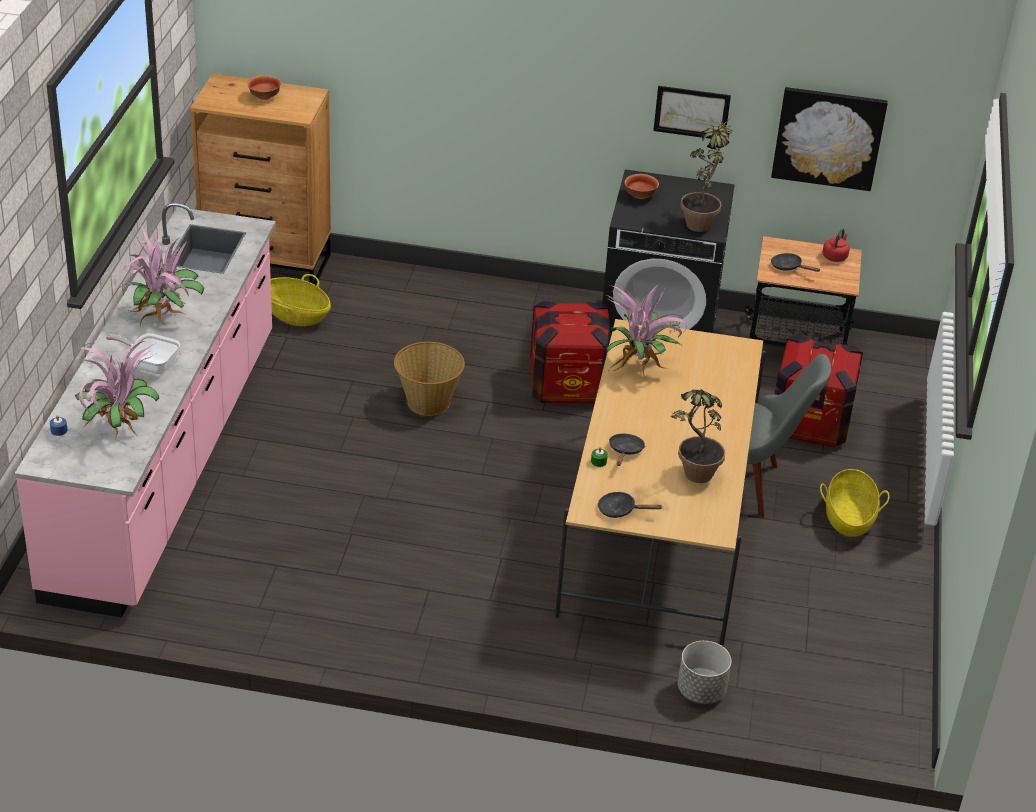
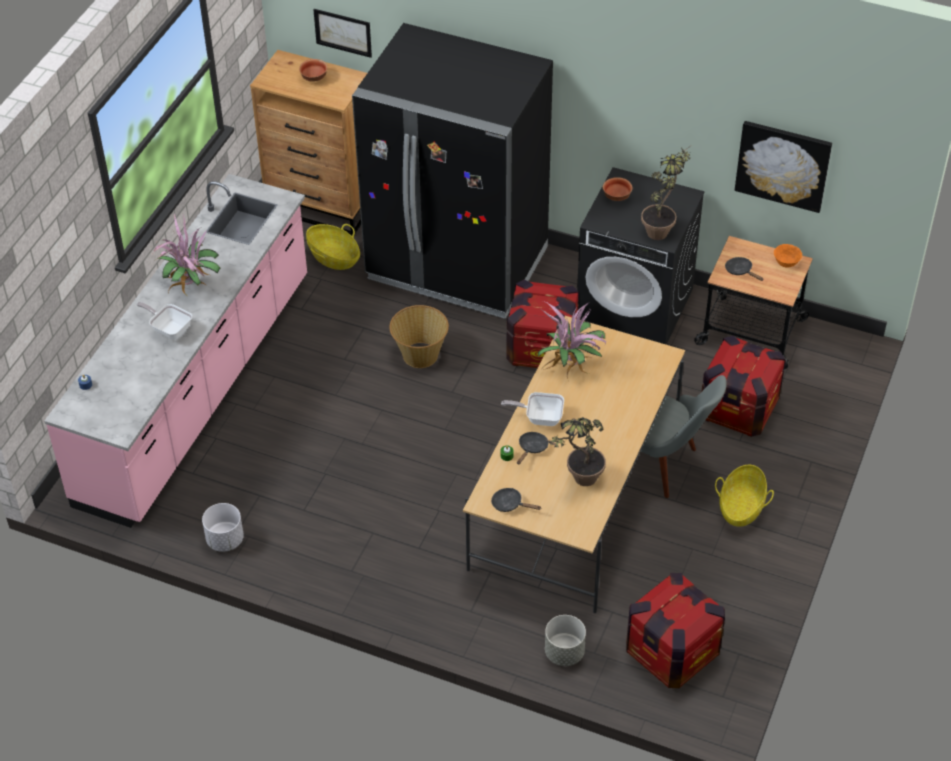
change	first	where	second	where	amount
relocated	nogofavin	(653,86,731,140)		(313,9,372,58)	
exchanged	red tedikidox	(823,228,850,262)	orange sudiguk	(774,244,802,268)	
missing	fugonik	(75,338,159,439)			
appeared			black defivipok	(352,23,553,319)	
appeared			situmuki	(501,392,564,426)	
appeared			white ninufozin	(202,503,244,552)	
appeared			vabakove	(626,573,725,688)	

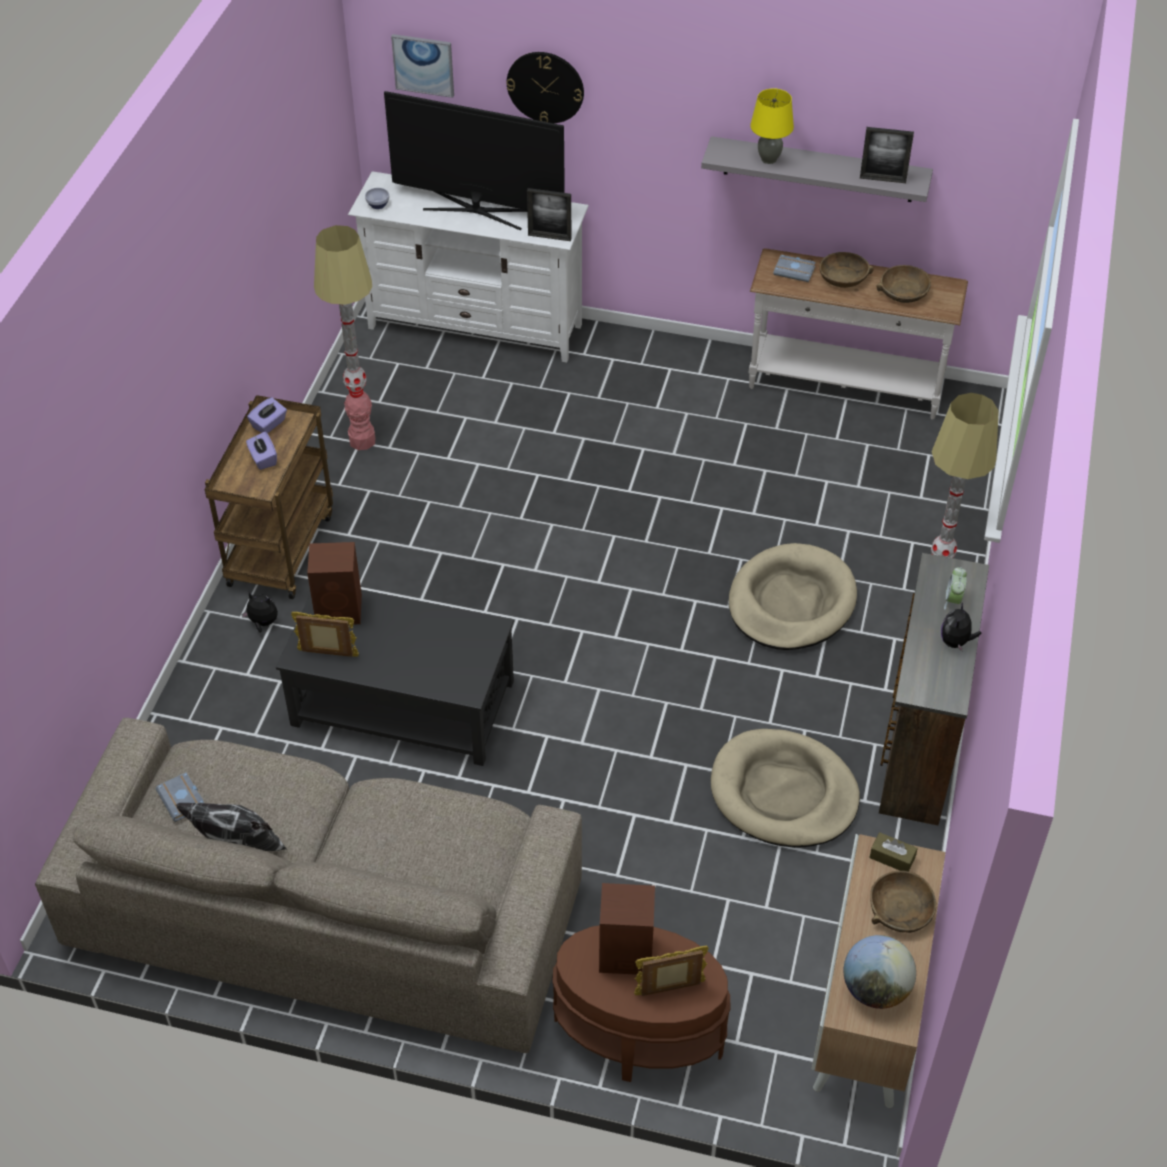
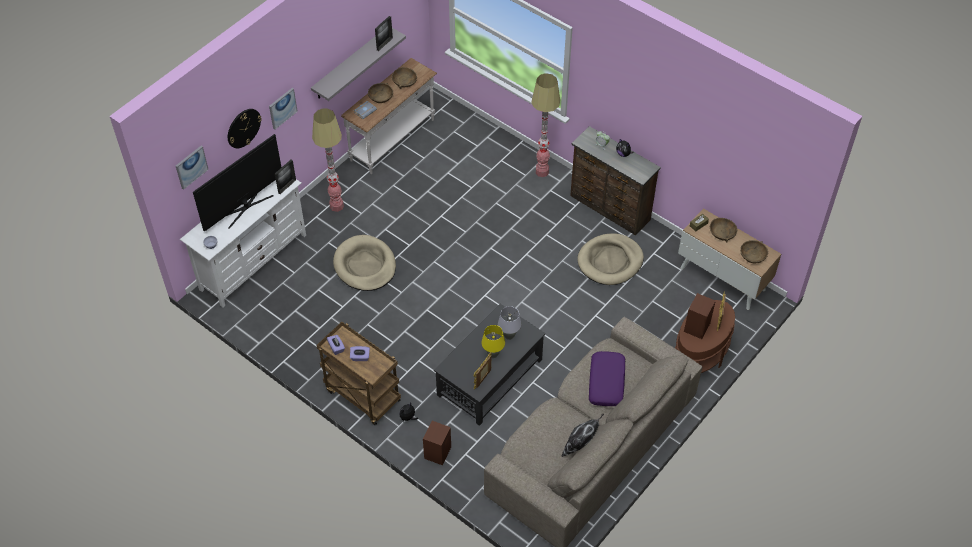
change	first	where	second	where	amount
relocated	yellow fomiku	(750,89,794,164)		(481,325,505,358)	
relocated	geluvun	(314,225,376,450)		(312,109,344,212)	
relocated	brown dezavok	(307,542,362,625)		(423,421,451,465)	
relocated	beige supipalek	(729,543,857,650)		(333,235,396,291)	
missing	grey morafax	(155,772,204,822)			
exchanged	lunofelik	(843,935,916,1009)	brown sudiguk	(740,240,768,263)	
appeared			nogofavin	(269,88,298,130)	
appeared			grey fomiku	(498,306,521,340)	
appeared			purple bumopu	(589,351,625,406)	

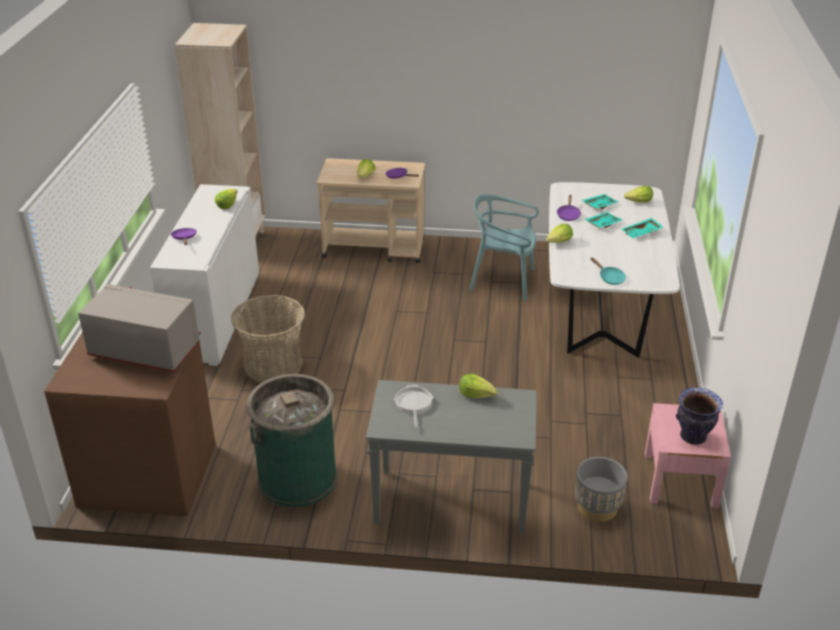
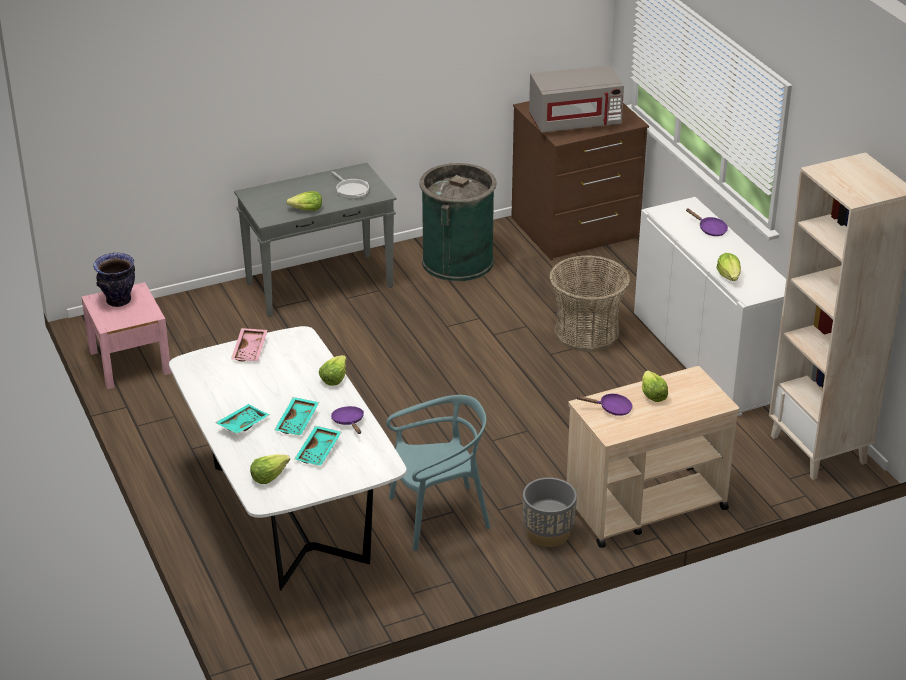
change	first	where	second	where	amount
exchanged	turquoise situmuki	(590,257,626,285)	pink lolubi	(231,328,268,362)	
relocated	grey ninufozin	(575,457,628,522)		(523,477,577,547)	

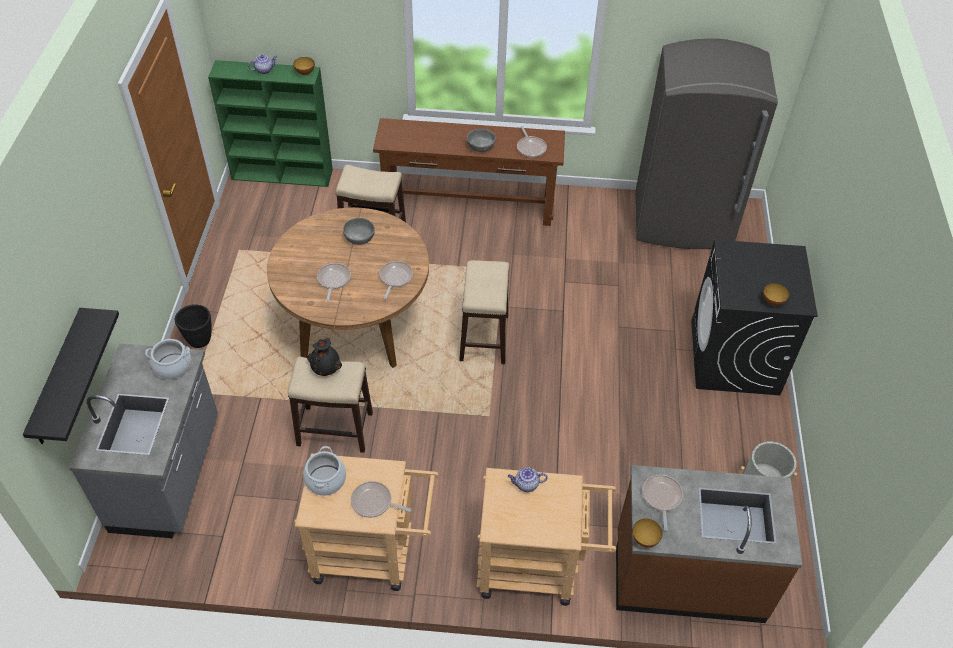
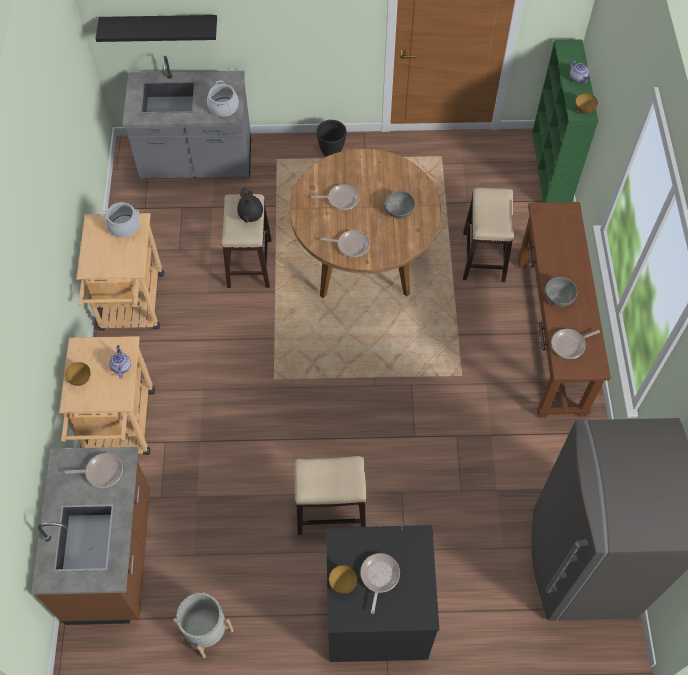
change	first	where	second	where	amount
relocated	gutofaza	(459,260,509,364)		(294,456,366,535)	
relocated	situmuki	(351,481,412,518)		(360,553,400,614)	
relocated	sudiguk	(632,519,663,547)		(65,362,91,386)	

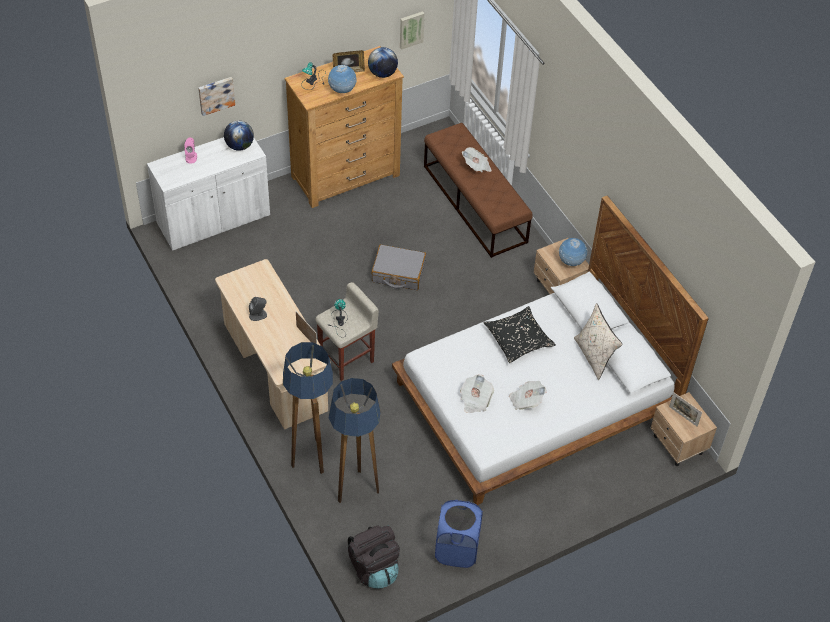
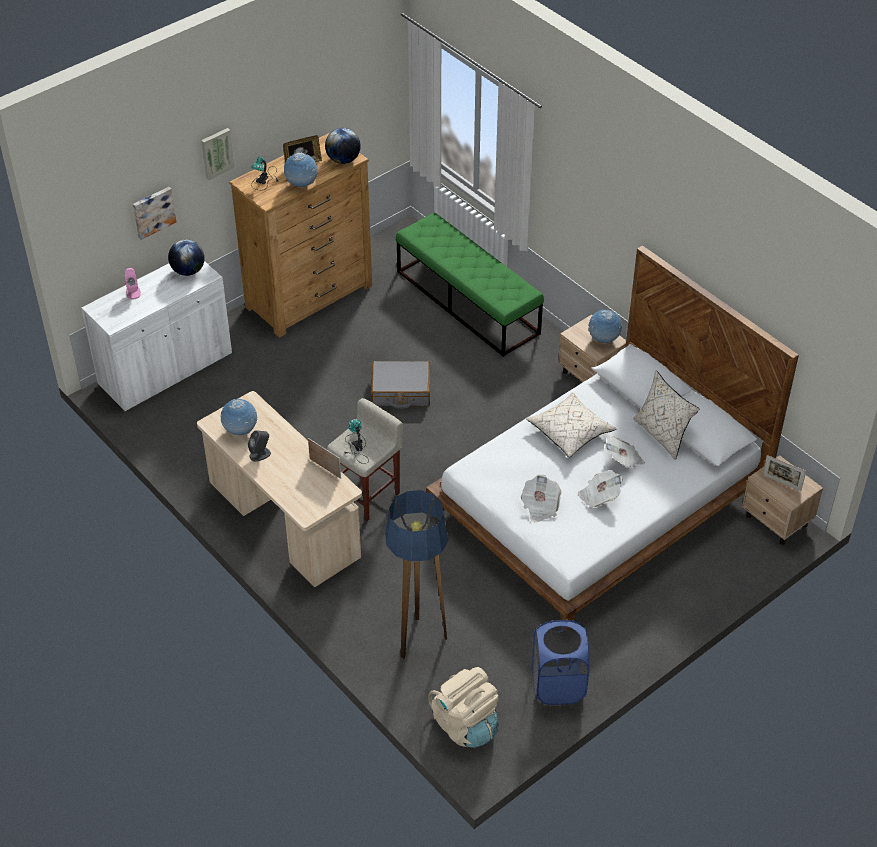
change	first	where	second	where	amount
relocated	nogofavin	(400,11,425,50)		(201,128,235,180)	
colour	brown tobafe	(424,123,533,258)	green tobafe	(396,213,544,357)	
relocated	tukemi	(462,147,492,172)		(604,436,645,468)	
colour	black bumopu	(484,306,556,363)	beige bumopu	(526,392,616,458)	
missing	geluvun	(283,342,333,474)			
colour	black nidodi	(348,525,400,589)	beige nidodi	(428,667,498,748)	
appeared			lunofelik	(220,398,258,435)	

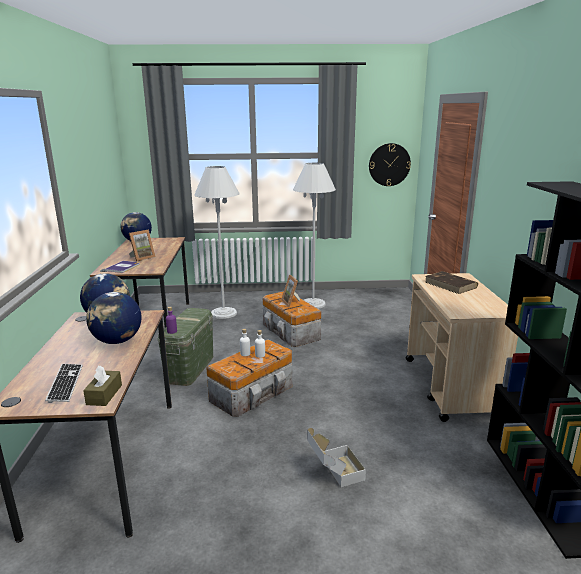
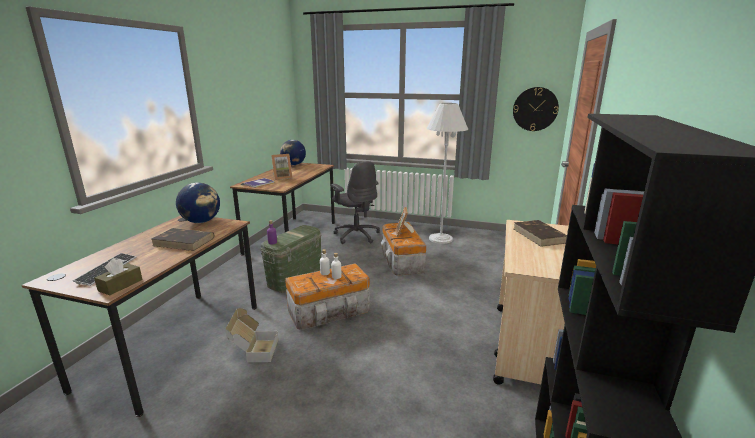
change	first	where	second	where	amount
exchanged	white geluvun	(194,166,240,319)	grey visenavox	(330,161,380,244)	
exchanged	lunofelik	(86,292,142,344)	brown morafax	(152,228,214,251)	
relocated	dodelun	(307,428,366,487)		(225,308,278,362)	

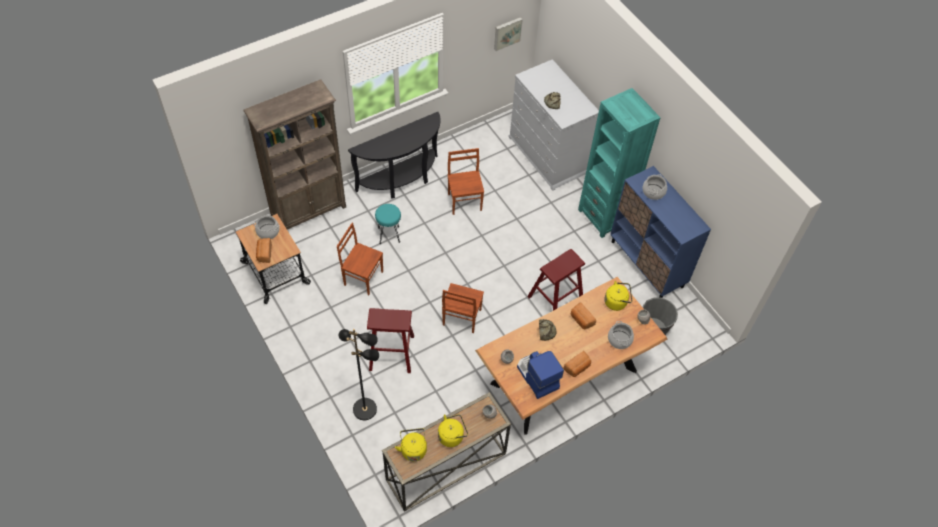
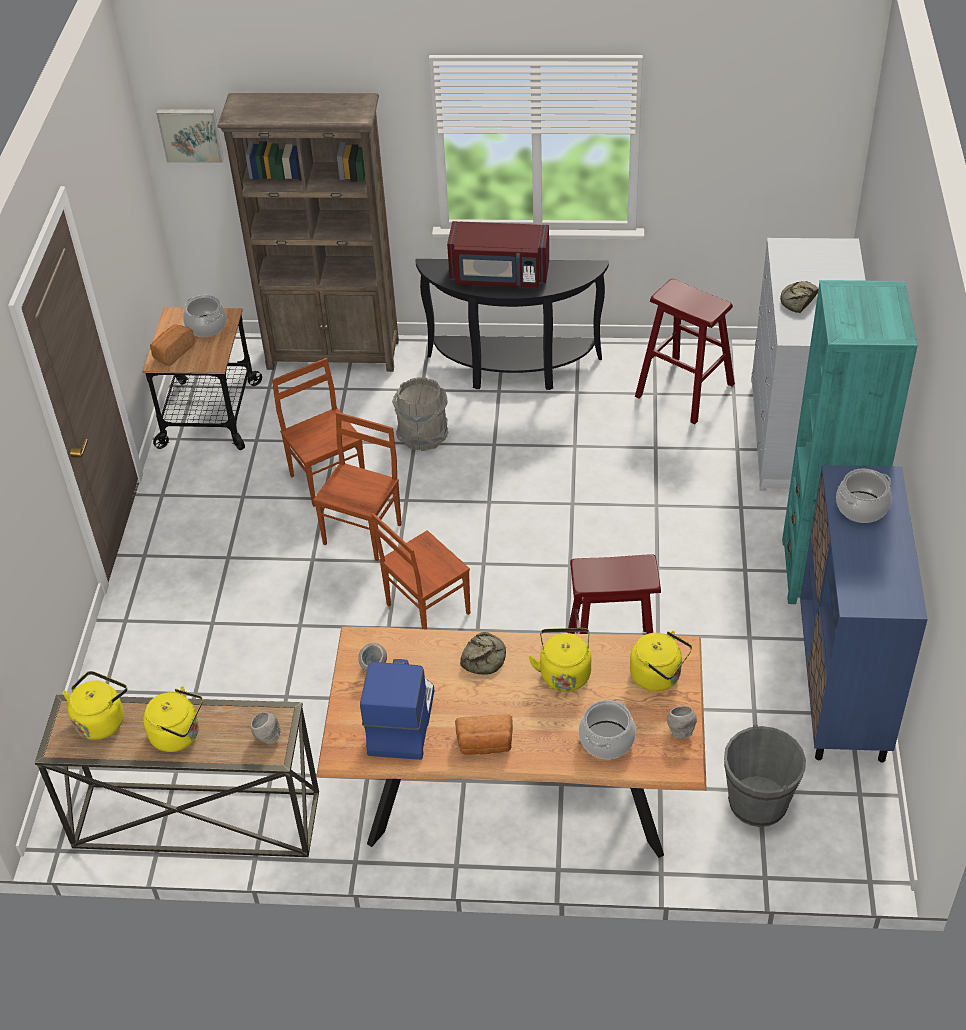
change	first	where	second	where	amount
relocated	nogofavin	(494,17,523,51)		(156,109,224,163)	
relocated	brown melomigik	(448,148,484,215)		(313,412,402,561)	
exchanged	turquoise gutofaza	(375,204,401,244)	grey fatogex	(392,377,449,451)	
exchanged	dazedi	(570,302,596,330)	yellow tedikidox	(529,628,591,692)	
relocated	red gutofaza	(367,308,414,373)		(635,279,735,424)	
missing	black geluvun	(339,329,379,420)			
appeared			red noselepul	(447,221,549,288)	

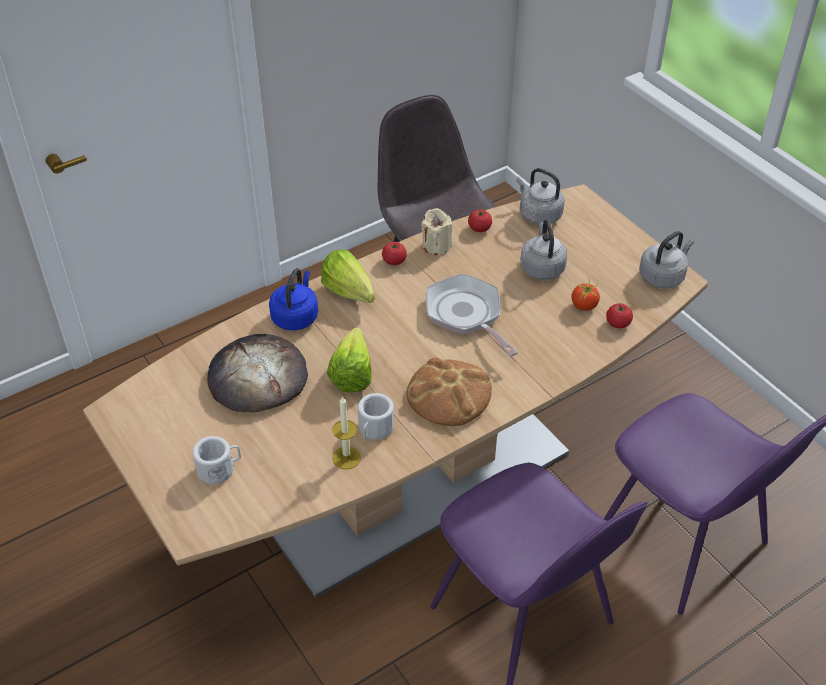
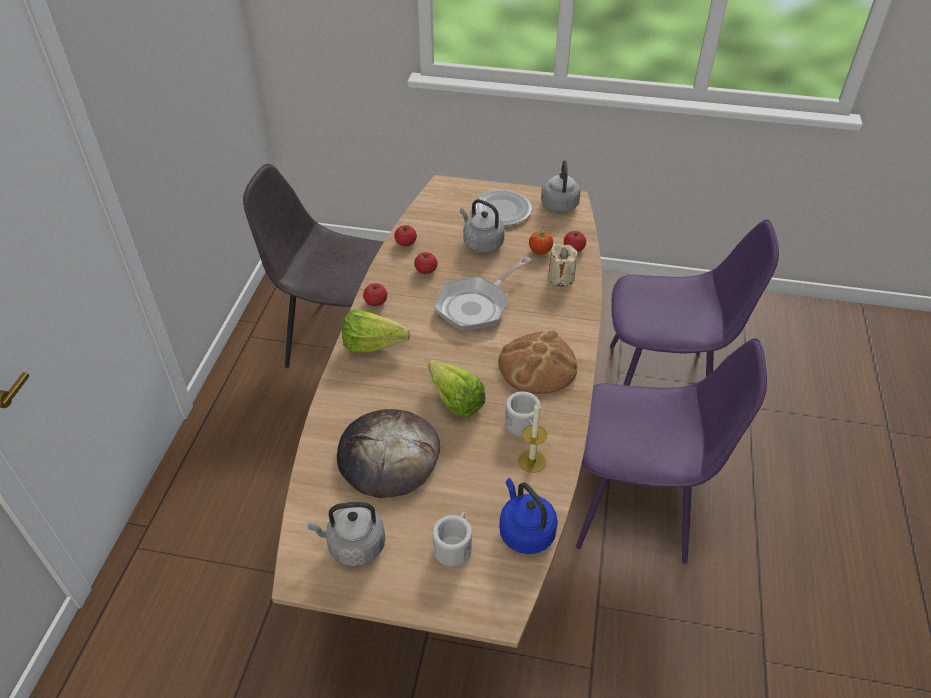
change	first	where	second	where	amount
relocated	grey tedikidox	(516,168,565,224)		(307,502,385,566)	
relocated	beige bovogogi	(421,208,452,255)		(548,243,577,286)	
relocated	blue tedikidox	(269,268,318,330)		(499,478,558,554)	
spun	situmuki	(426,274,518,356)		(434,256,532,331)	60 degrees counterclockwise
appeared			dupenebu	(472,190,532,226)	
appeared			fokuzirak	(414,252,438,274)	

